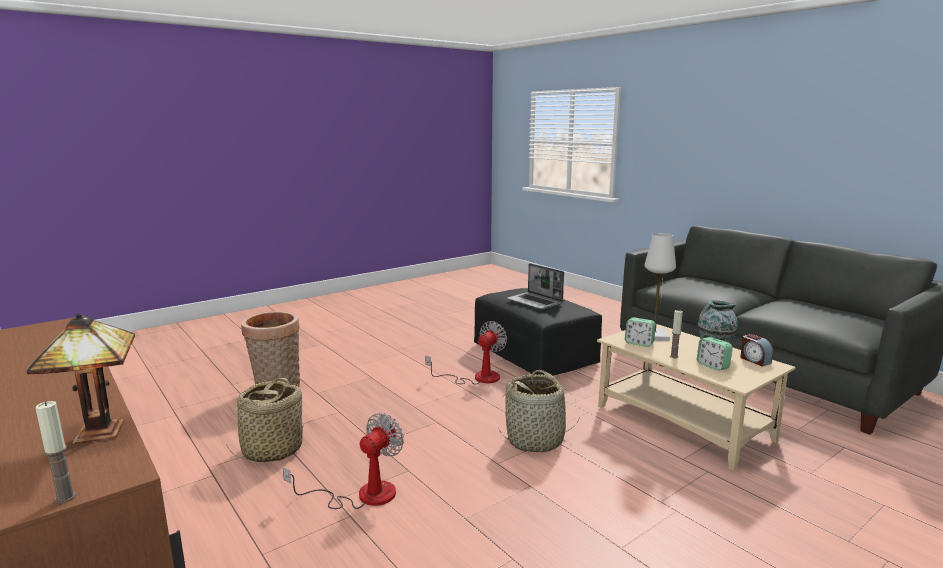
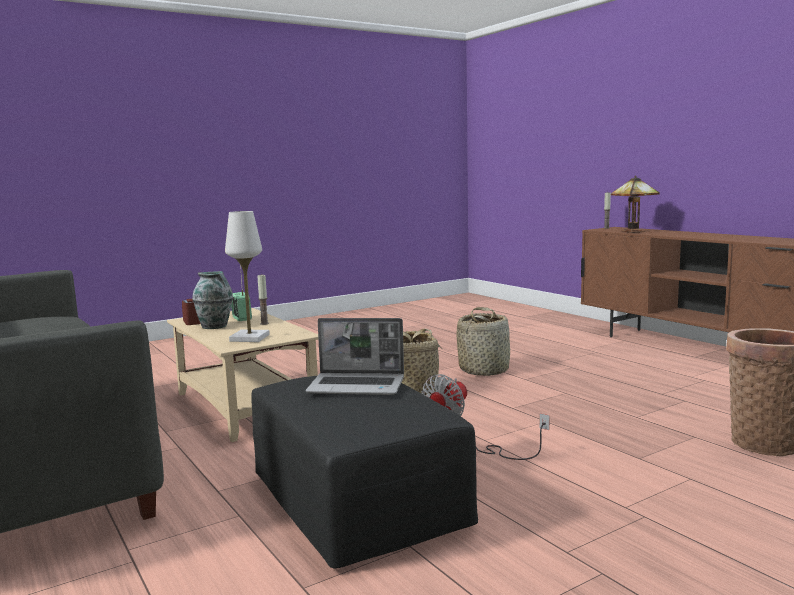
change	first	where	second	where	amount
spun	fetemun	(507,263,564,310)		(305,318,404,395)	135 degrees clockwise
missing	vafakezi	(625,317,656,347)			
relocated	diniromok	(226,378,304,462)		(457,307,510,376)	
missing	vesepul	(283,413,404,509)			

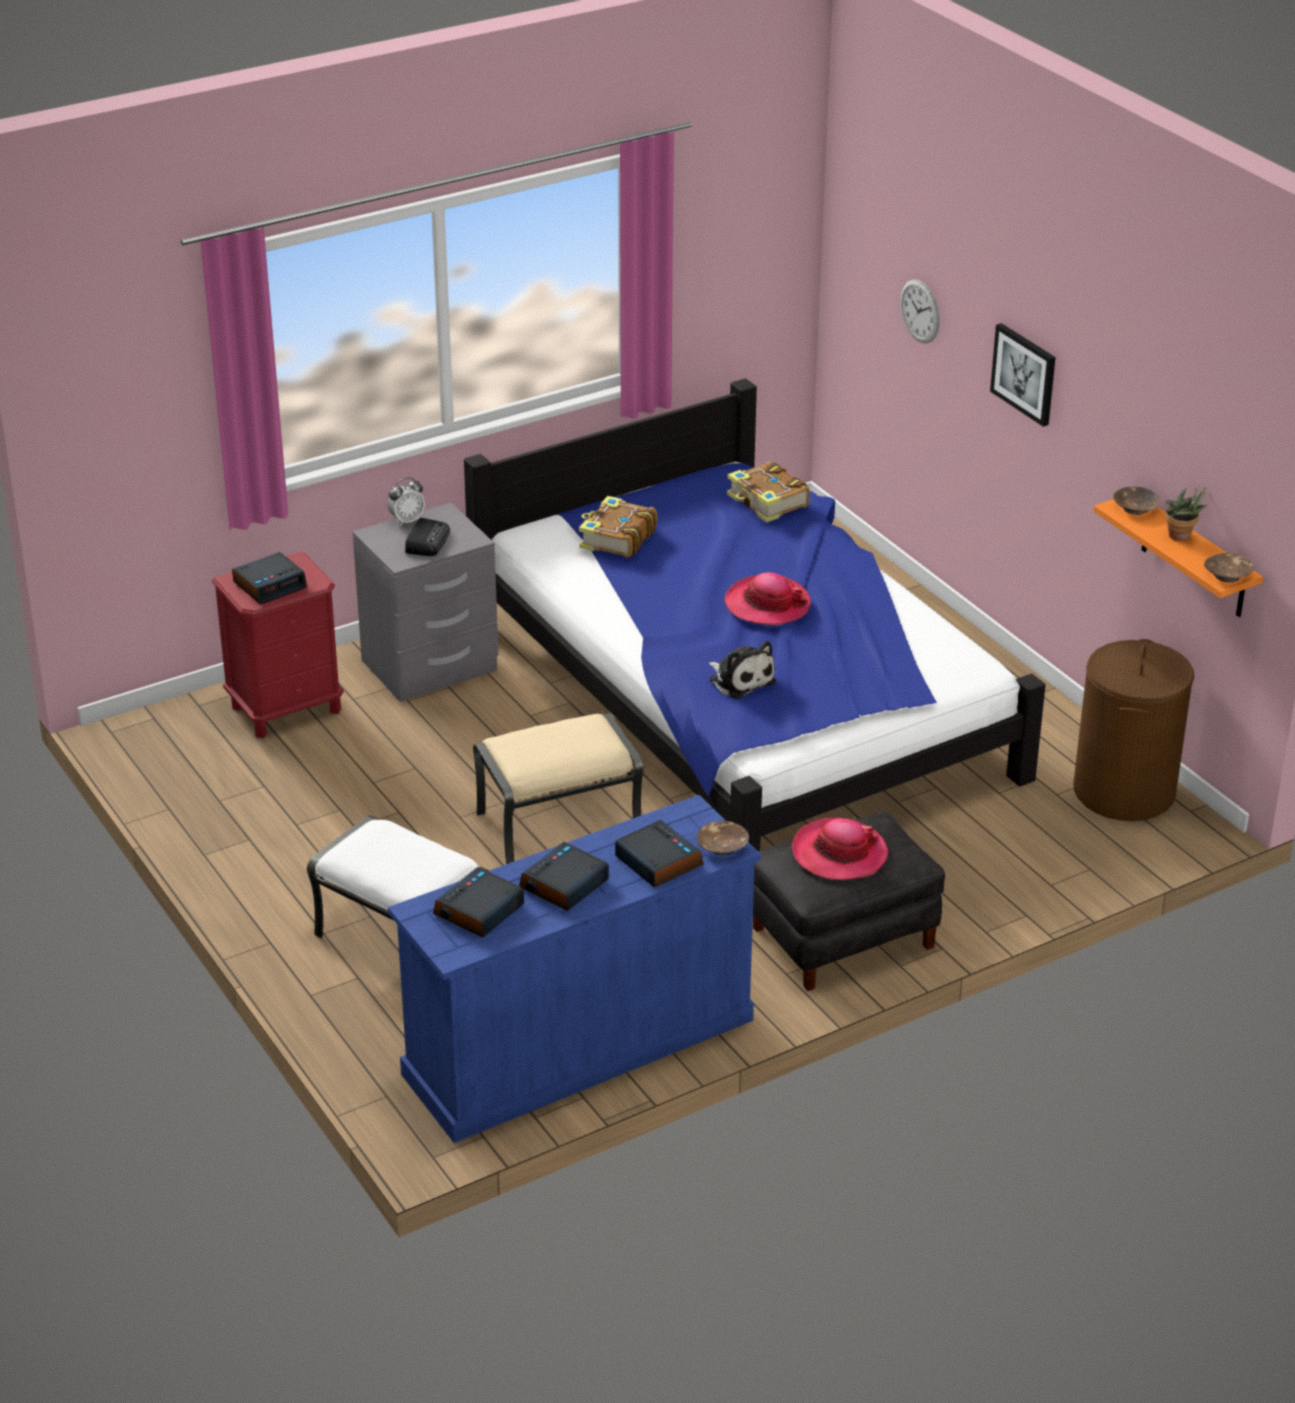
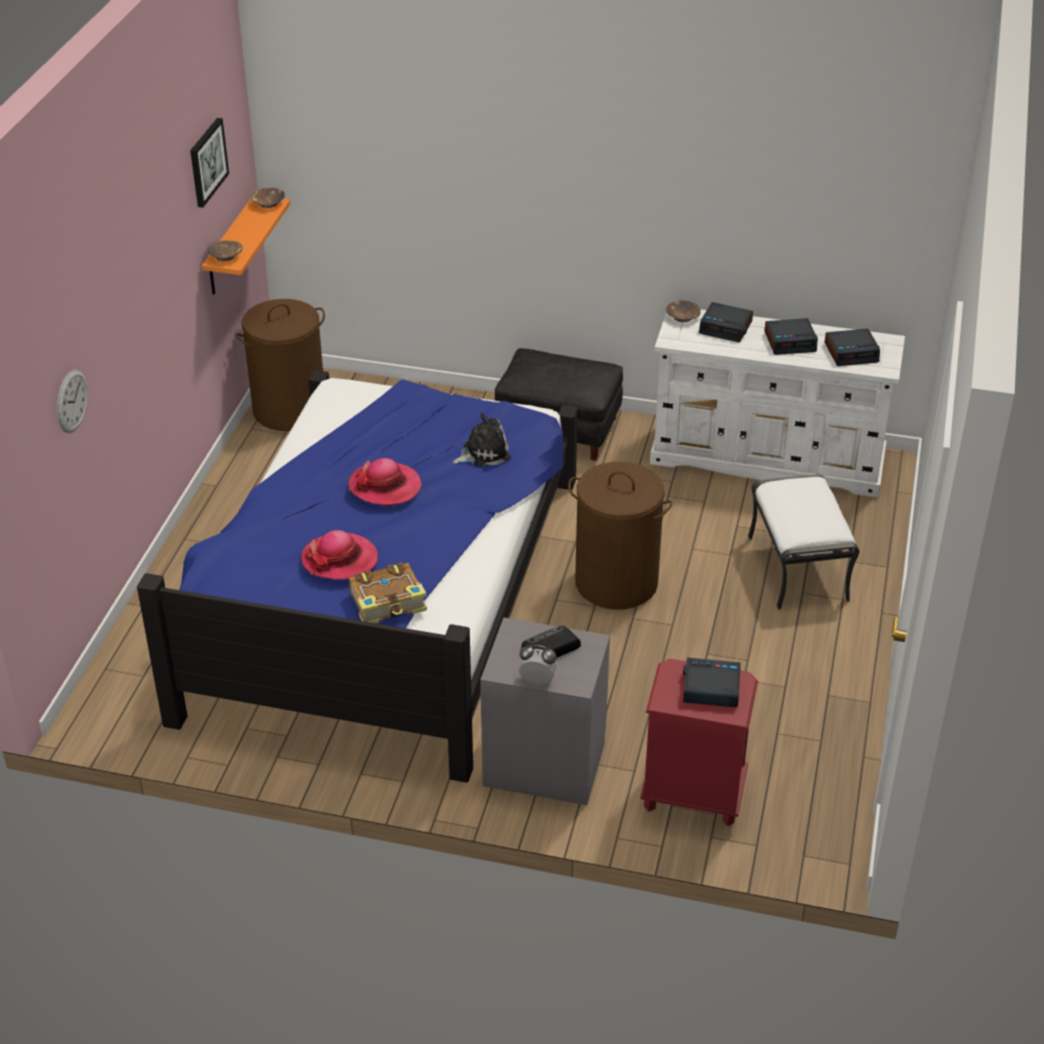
change	first	where	second	where	amount
relocated	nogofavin	(990,323,1056,427)		(190,118,229,208)	
missing	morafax	(727,461,810,523)			
missing	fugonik	(1165,488,1207,541)			
spun	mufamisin	(709,641,776,699)		(453,413,511,467)	60 degrees clockwise
exchanged	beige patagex	(473,713,643,864)	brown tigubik	(568,462,672,610)	
colour	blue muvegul	(388,795,761,1143)	white muvegul	(650,309,905,498)	
relocated	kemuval	(792,817,888,880)		(301,530,378,580)	
spun	vafakezi	(615,820,704,888)		(699,302,753,342)	75 degrees counterclockwise

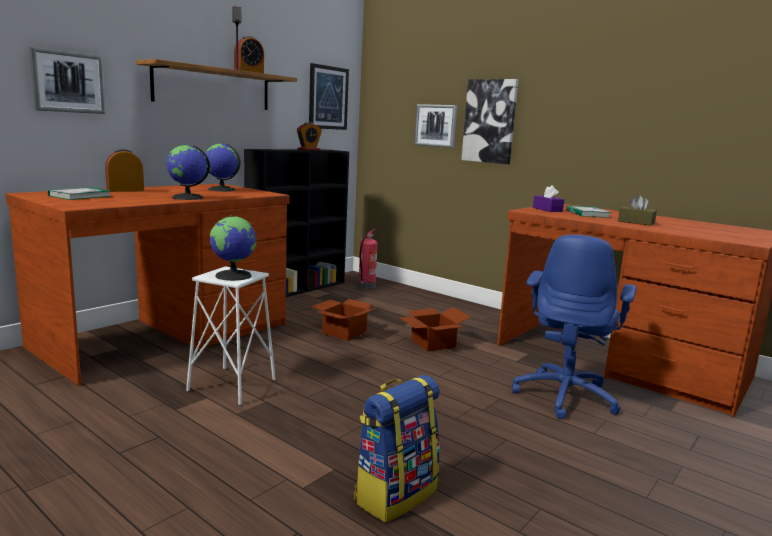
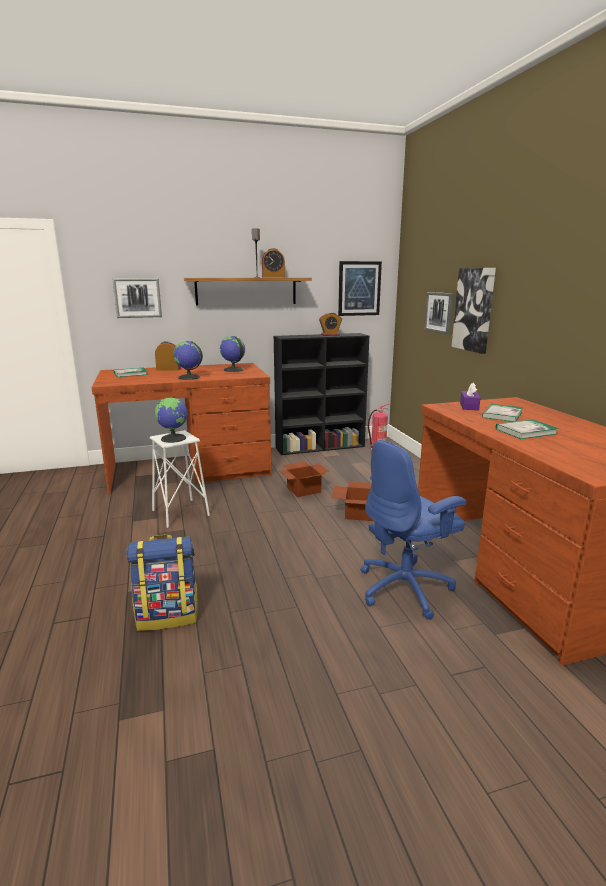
change	first	where	second	where	amount
exchanged	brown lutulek	(618,196,657,226)	morafax	(496,419,559,439)	

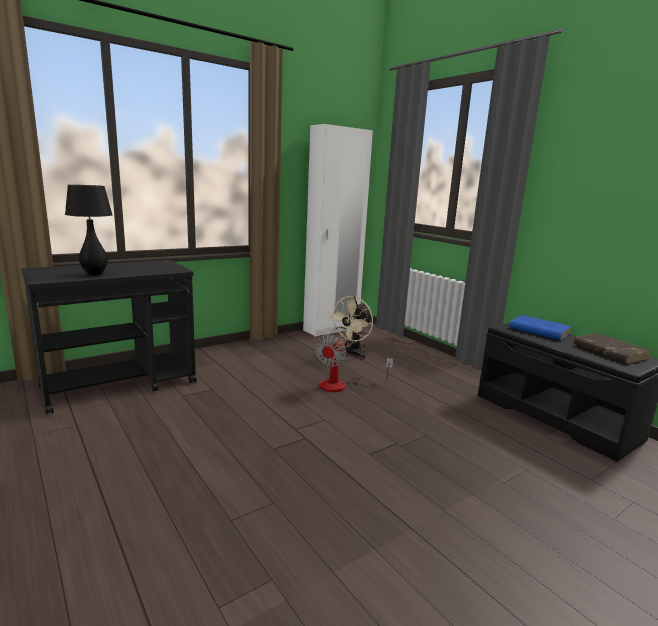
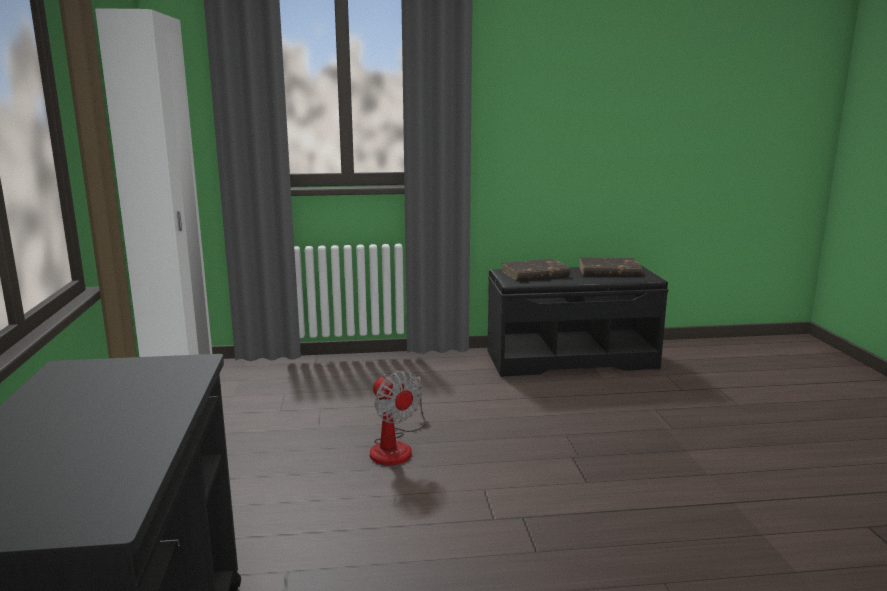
change	first	where	second	where	amount
missing	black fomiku	(65,185,112,276)			
missing	beige vesepul	(328,296,373,359)			
colour	blue morafax	(509,315,572,340)	brown morafax	(501,259,571,280)	

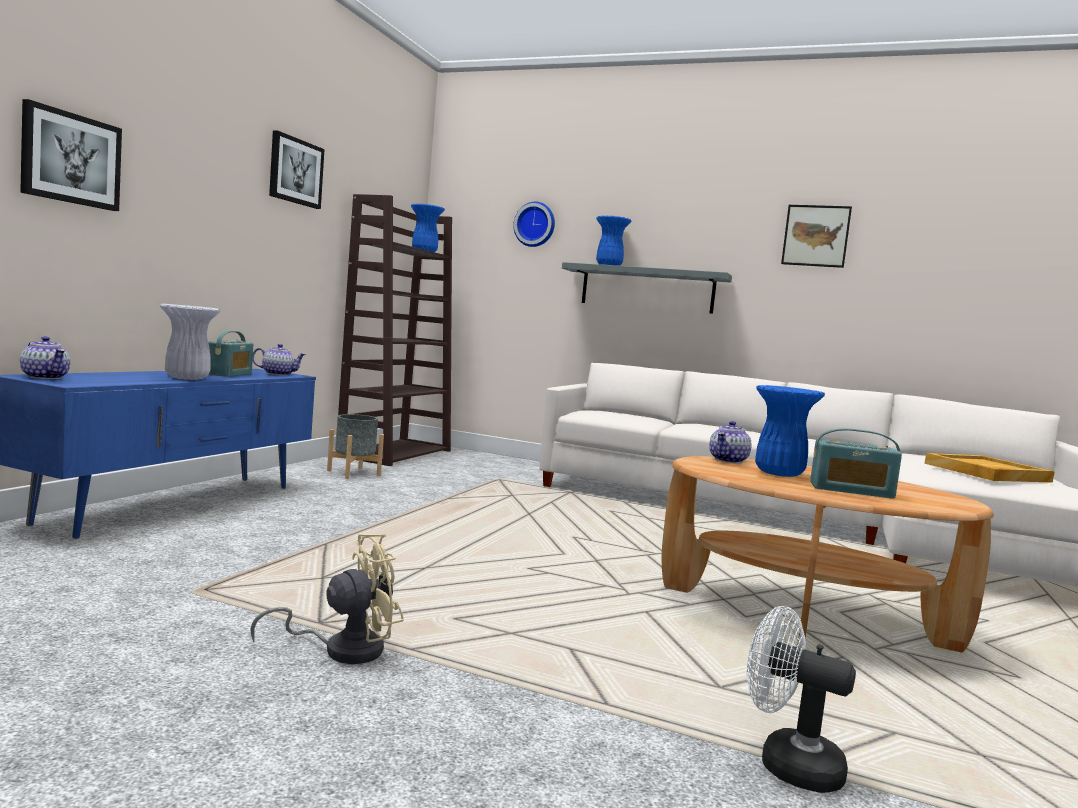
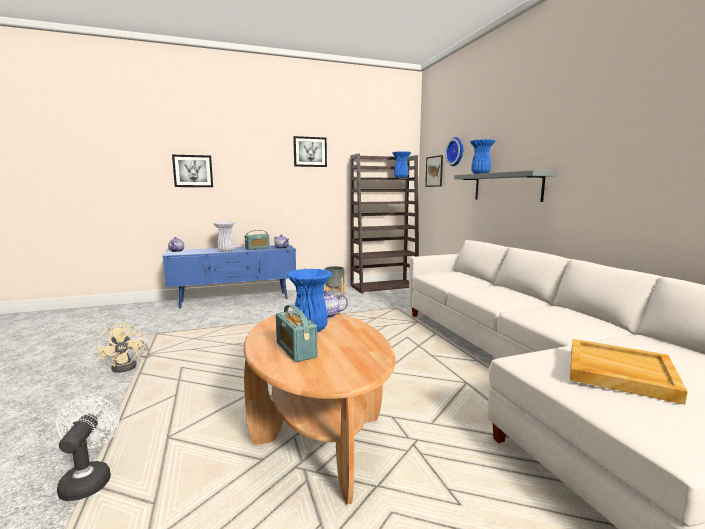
change	first	where	second	where	amount
relocated	nogofavin	(781,205,852,268)		(425,155,443,187)	
spun	beige vesepul	(250,534,404,664)		(96,322,151,373)	45 degrees clockwise

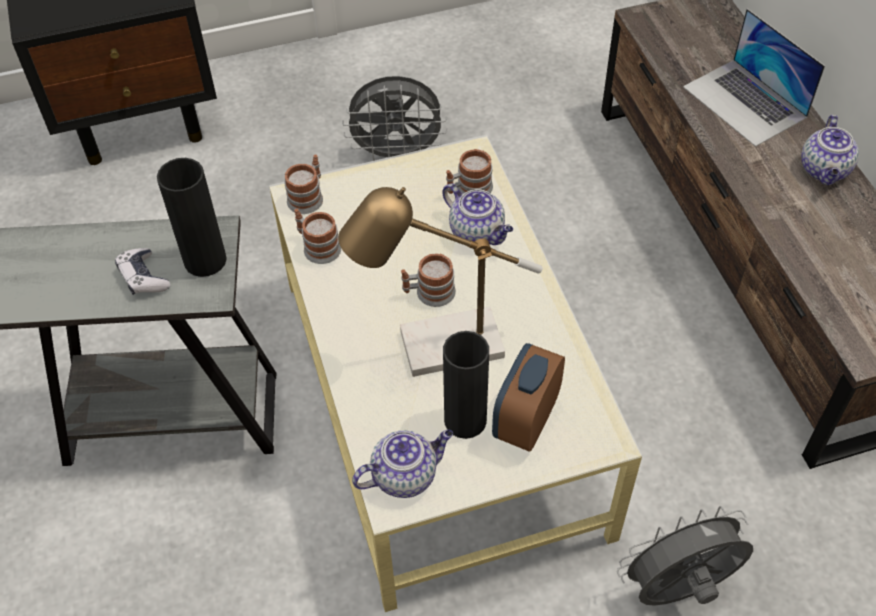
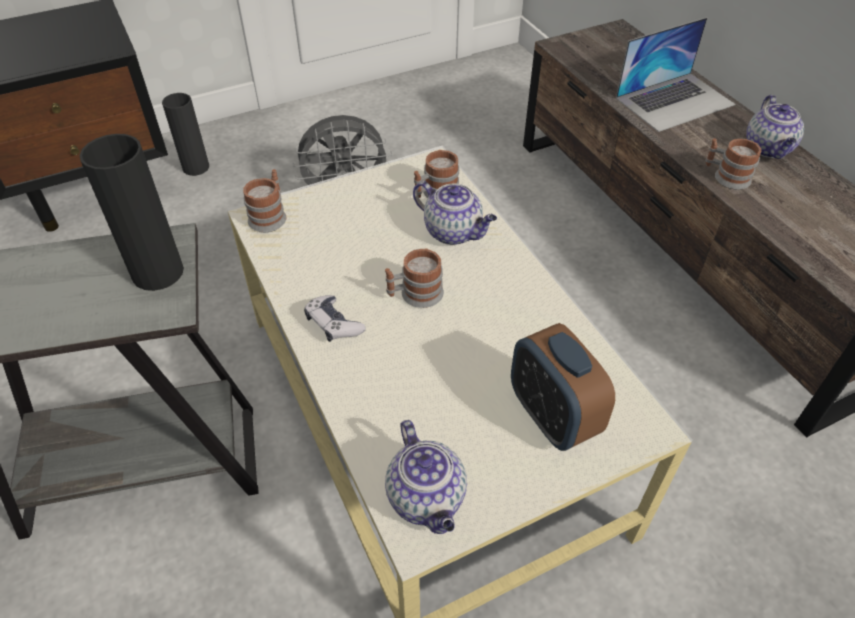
change	first	where	second	where	amount
spun	fetemun	(683,9,825,147)		(616,17,735,132)	75 degrees counterclockwise
missing	fomiku	(338,187,542,377)			
relocated	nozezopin	(294,209,341,264)		(705,138,761,190)	
relocated	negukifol	(115,248,171,295)		(304,295,366,342)	
relocated	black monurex	(443,331,489,439)		(162,93,209,176)	
spun	vafakezi	(492,343,565,452)		(511,323,615,451)	45 degrees counterclockwise
spun	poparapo	(352,430,453,498)		(385,420,467,534)	105 degrees clockwise
missing	grey vesepul	(617,506,753,606)			

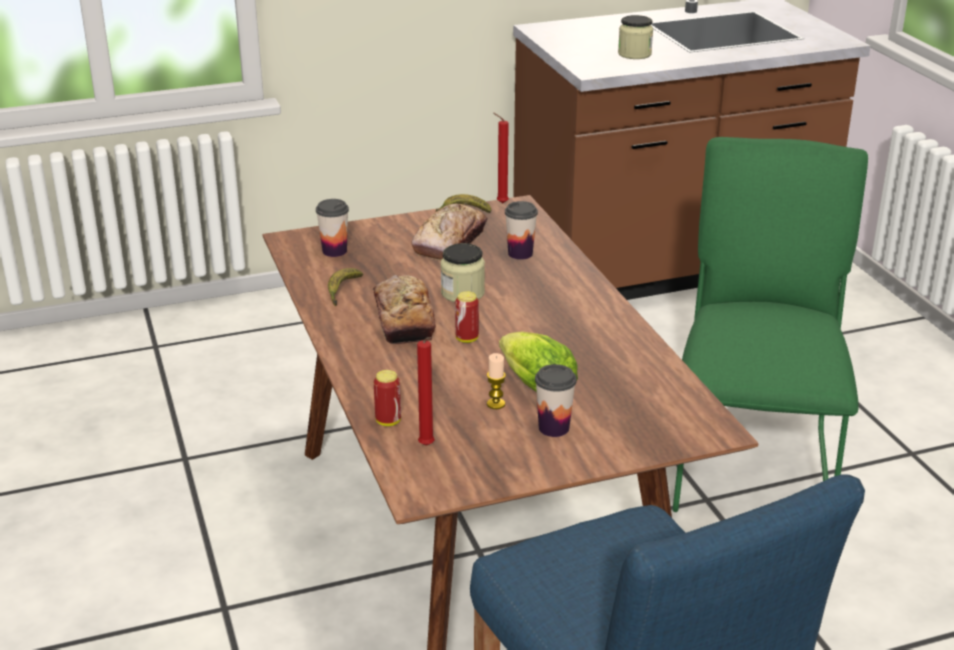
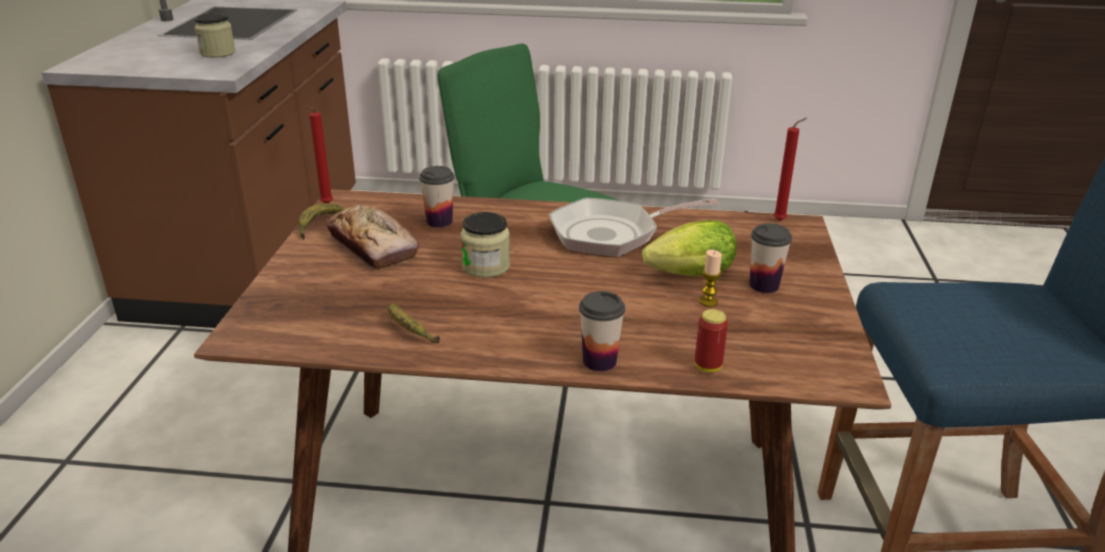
change	first	where	second	where	amount
relocated	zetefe	(316,199,349,257)		(579,291,625,371)	
missing	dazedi	(373,275,436,344)			
missing	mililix	(455,291,479,343)			
relocated	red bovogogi	(417,337,435,446)		(773,118,807,221)	
appeared			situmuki	(549,198,719,258)	

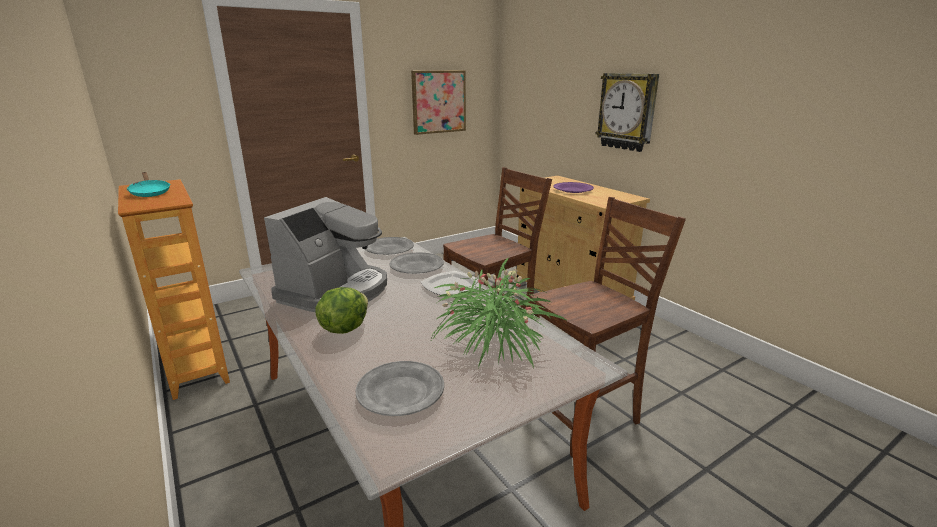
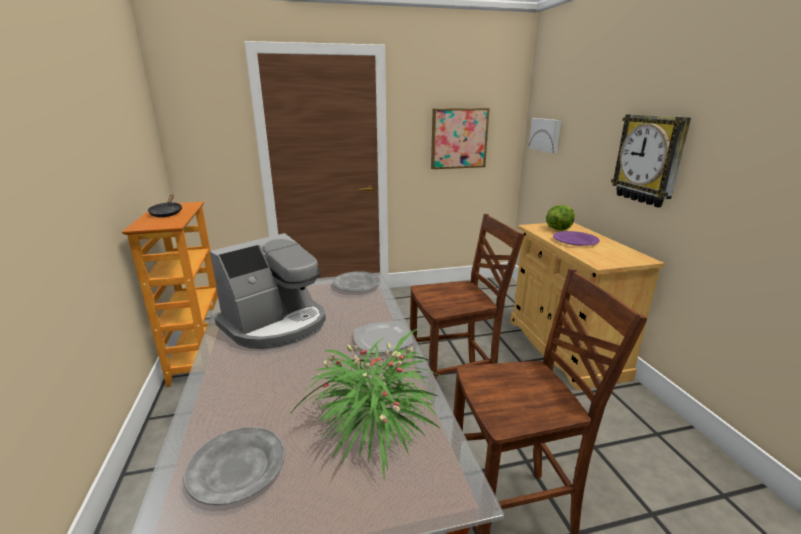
change	first	where	second	where	amount
colour	turquoise situmuki	(127,172,170,197)	black situmuki	(148,195,182,217)	
missing	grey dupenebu	(390,252,444,274)			
relocated	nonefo	(315,287,368,334)		(546,205,575,231)	
appeared			nogofavin	(529,118,561,153)	

